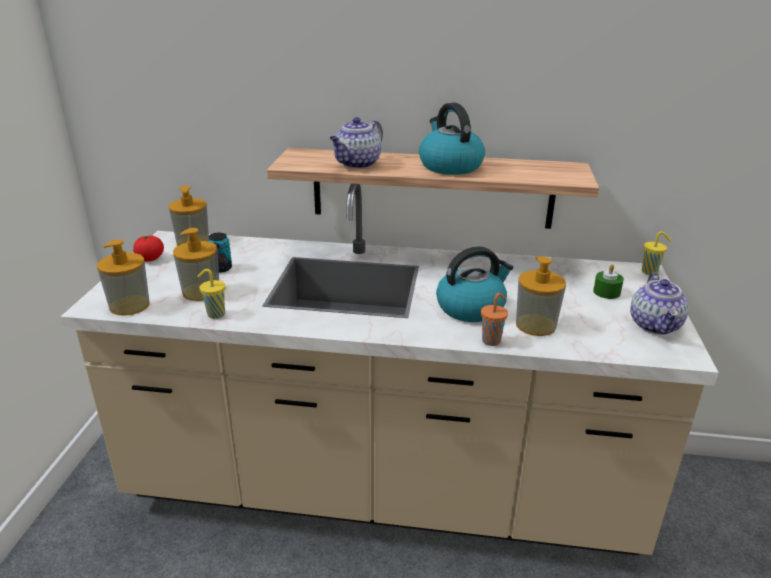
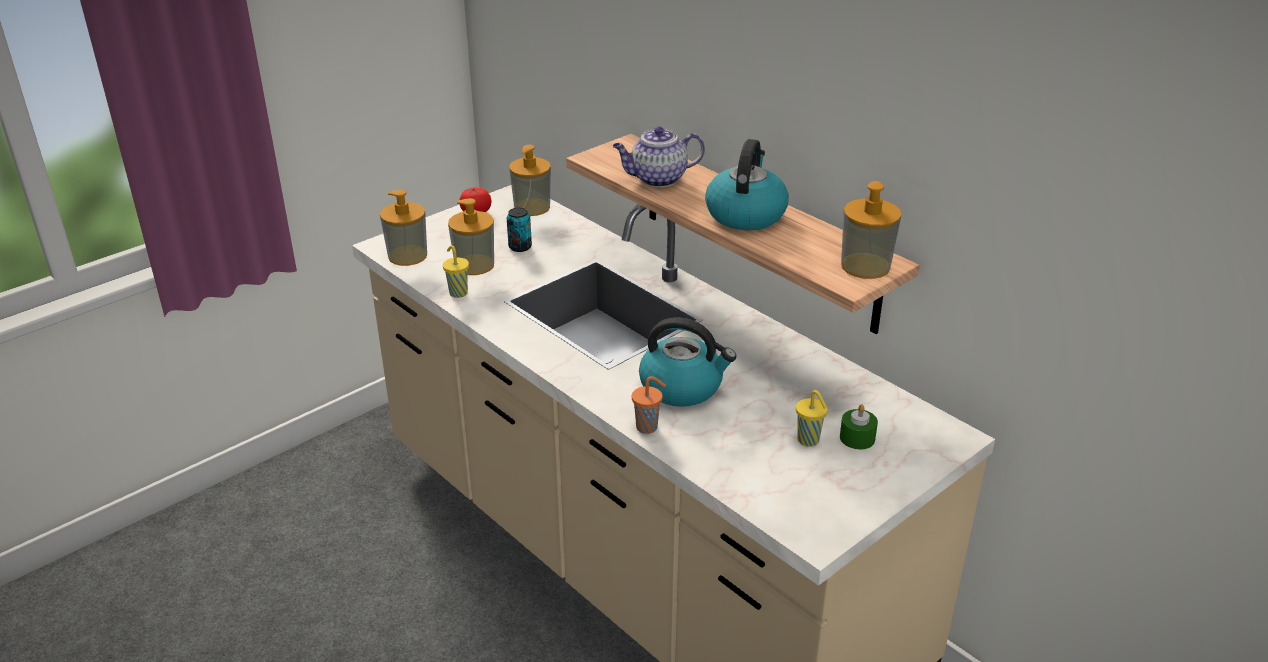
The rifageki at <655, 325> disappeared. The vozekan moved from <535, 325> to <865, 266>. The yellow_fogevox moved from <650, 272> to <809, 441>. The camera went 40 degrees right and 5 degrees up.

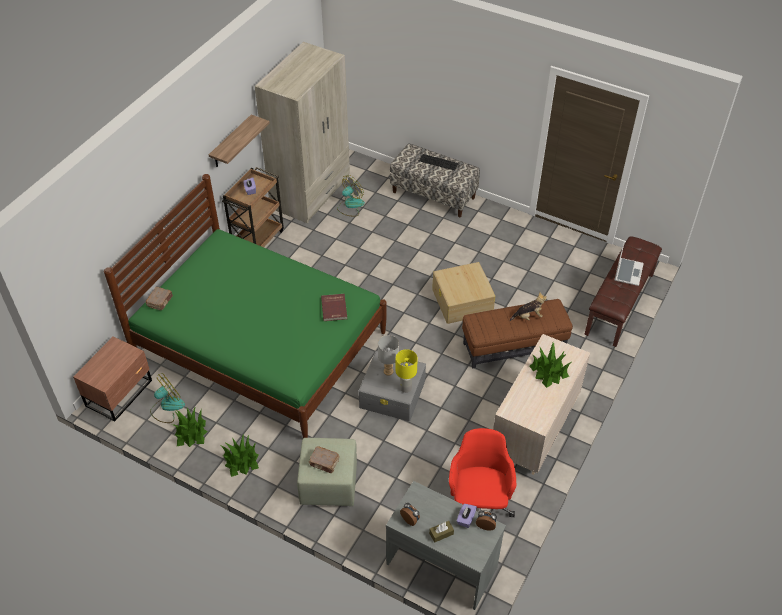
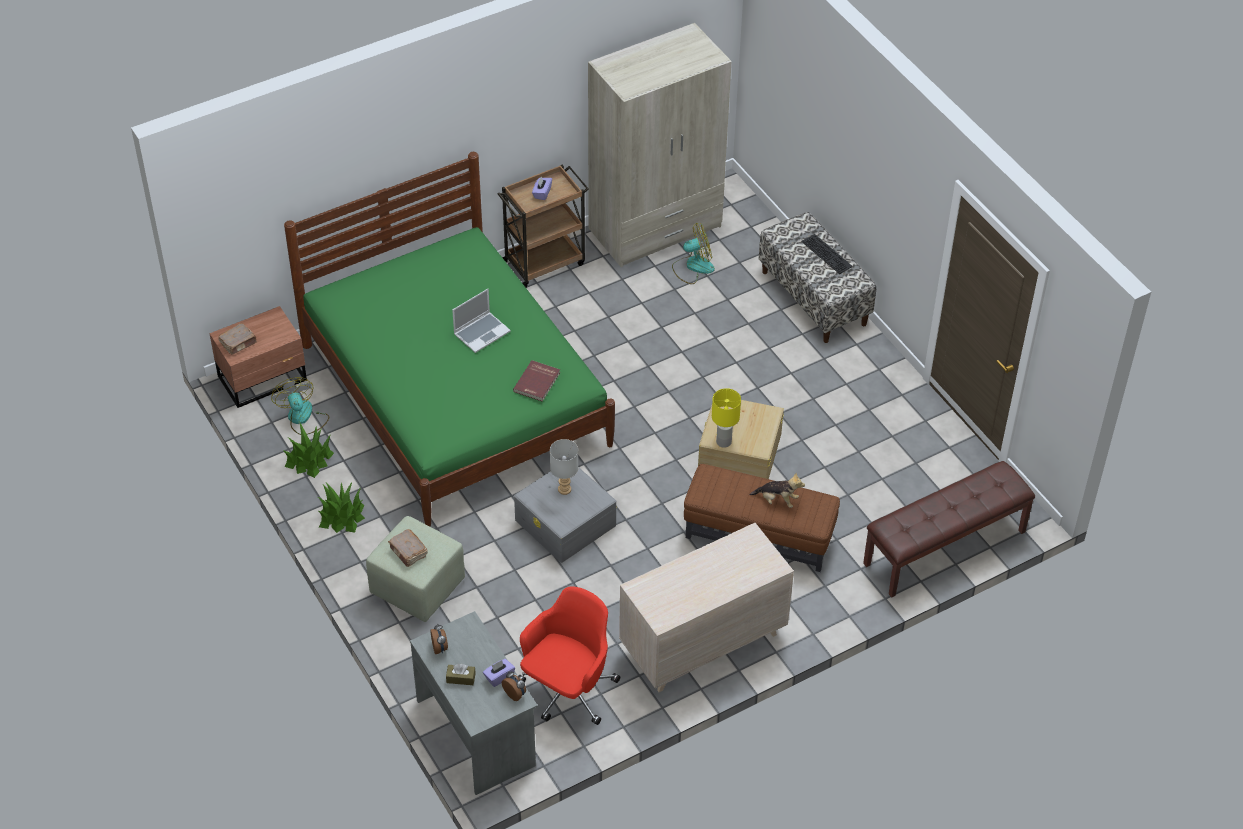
The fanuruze at <231, 142> disappeared. The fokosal at <548, 371> disappeared. The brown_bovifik moved from <160, 301> to <238, 343>. The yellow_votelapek moved from <405, 388> to <723, 442>. The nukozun moved from <628, 272> to <482, 332>. The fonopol at <167, 407> turned 105 degrees counterclockwise. The camera went 30 degrees right and 0 degrees up.

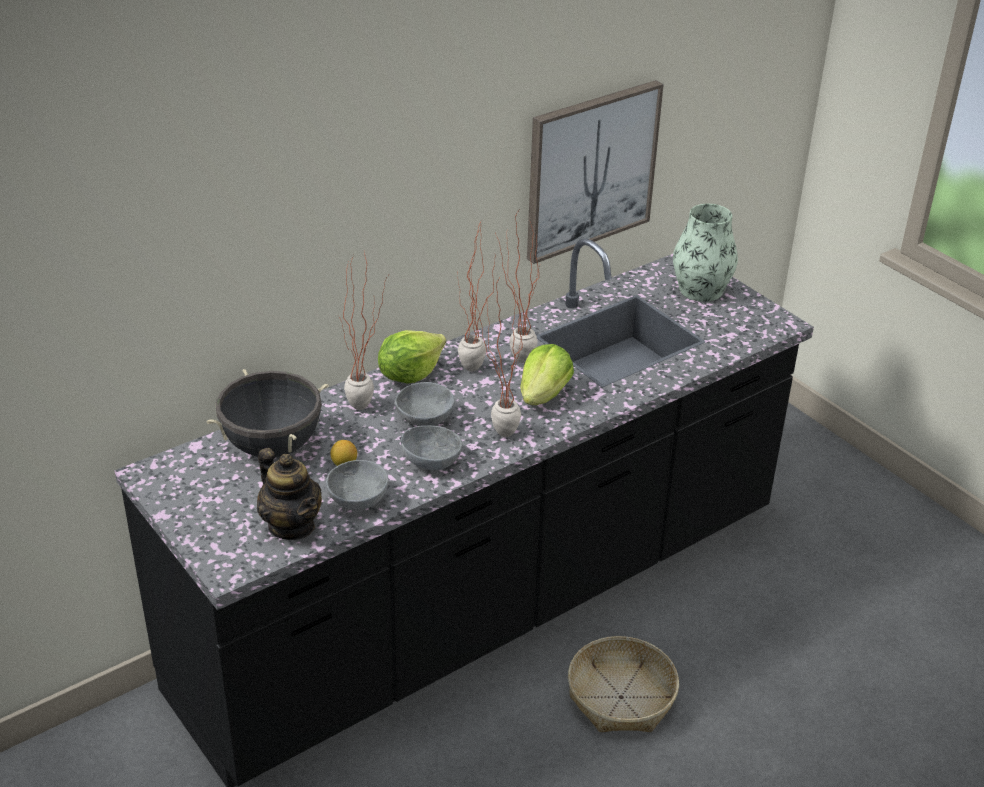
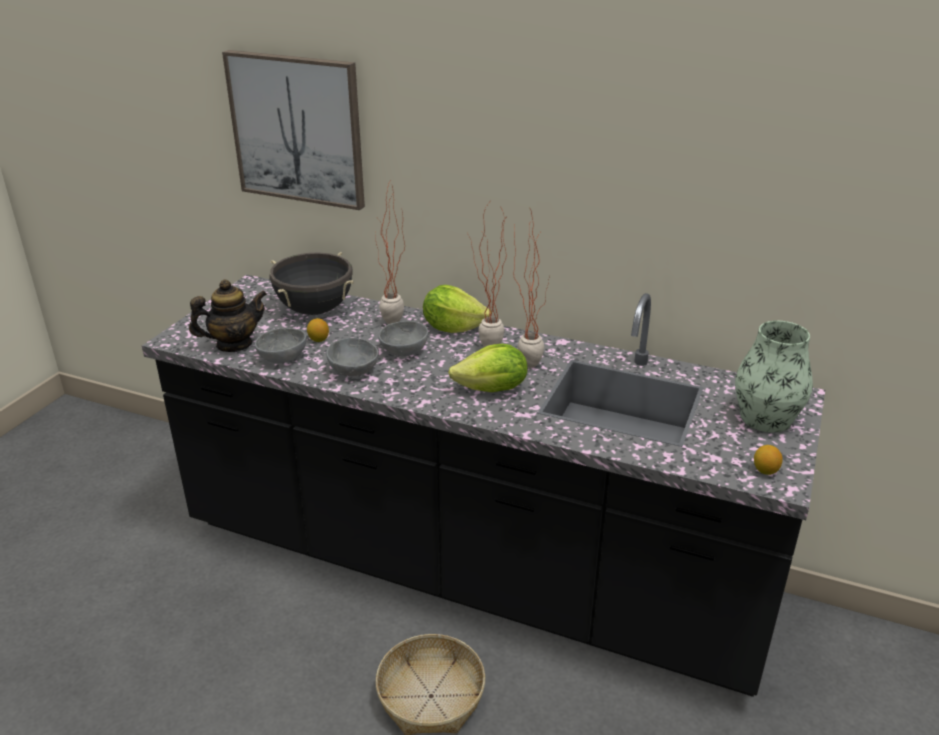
The fokosal at <496, 431> disappeared. The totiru at <765, 471> appeared. The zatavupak moved from <590, 170> to <297, 129>. The rifageki at <291, 525> turned 135 degrees counterclockwise. The camera went 60 degrees right and 5 degrees down.

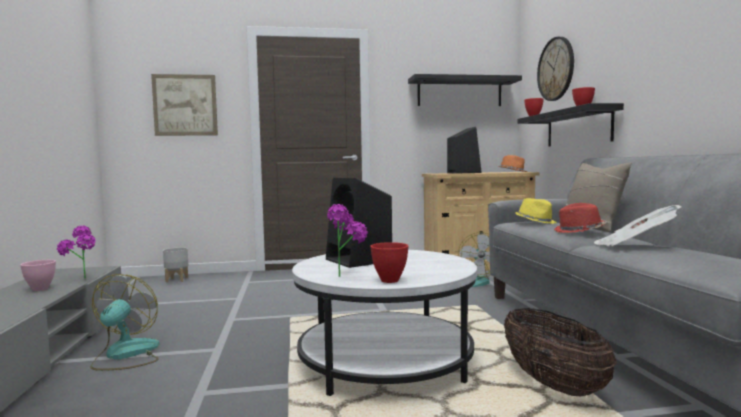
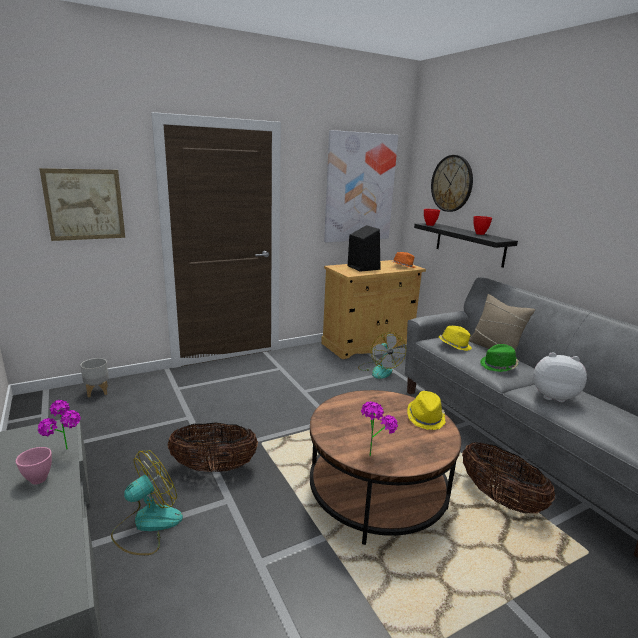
The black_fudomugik at <360, 260> disappeared. The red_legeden at <390, 280> disappeared. The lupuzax at <214, 467> appeared. The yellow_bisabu at <425, 418> appeared. The black_fanuruze at <459, 92> was replaced by the zatavupak at <359, 188>. The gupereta at <634, 246> was replaced by the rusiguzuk at <552, 396>. The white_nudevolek at <385, 362> became the brown_nudevolek at <377, 492>. The red_bisabu at <579, 231> became the green_bisabu at <499, 366>. The fonopol at <125, 355> turned 60 degrees clockwise. The camera went 20 degrees left and 15 degrees up.

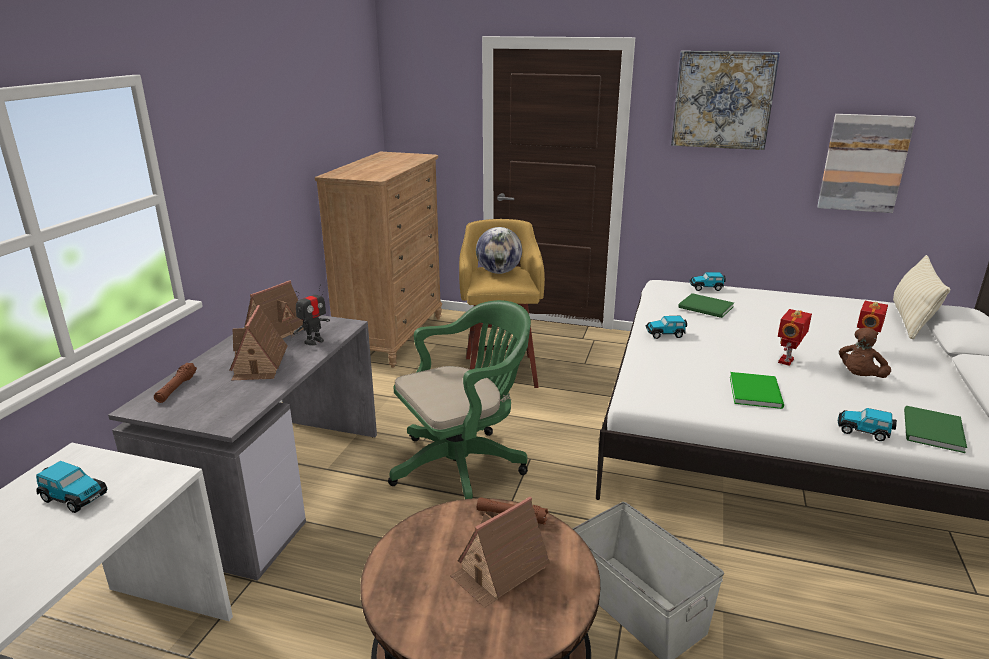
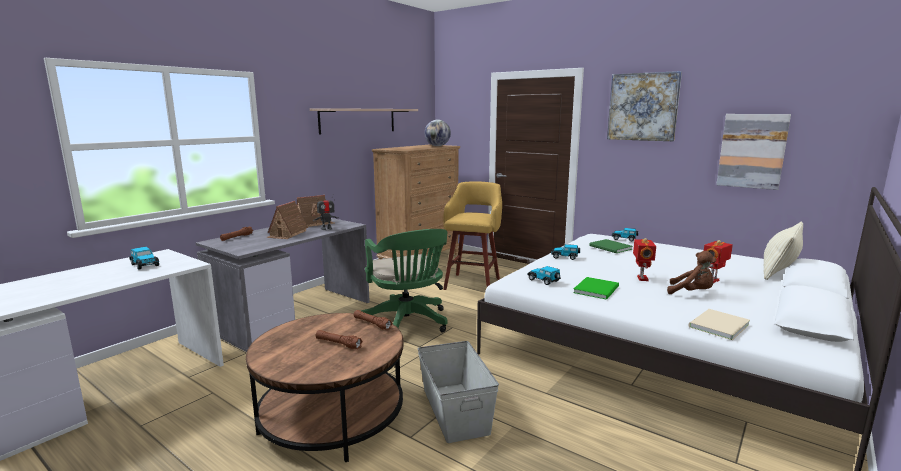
The fanuruze at <358, 120> appeared. The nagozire moved from <499, 272> to <437, 146>. The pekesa moved from <864, 431> to <544, 281>. The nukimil at <499, 571> was replaced by the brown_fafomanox at <338, 344>. The green_bovifik at <931, 431> became the beige_bovifik at <716, 325>. The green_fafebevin at <464, 465> turned 75 degrees clockwise. The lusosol at <787, 361> turned 135 degrees clockwise. The brown_rusiguzuk at <859, 377> turned 120 degrees counterclockwise. The camera went 20 degrees right and 10 degrees down.

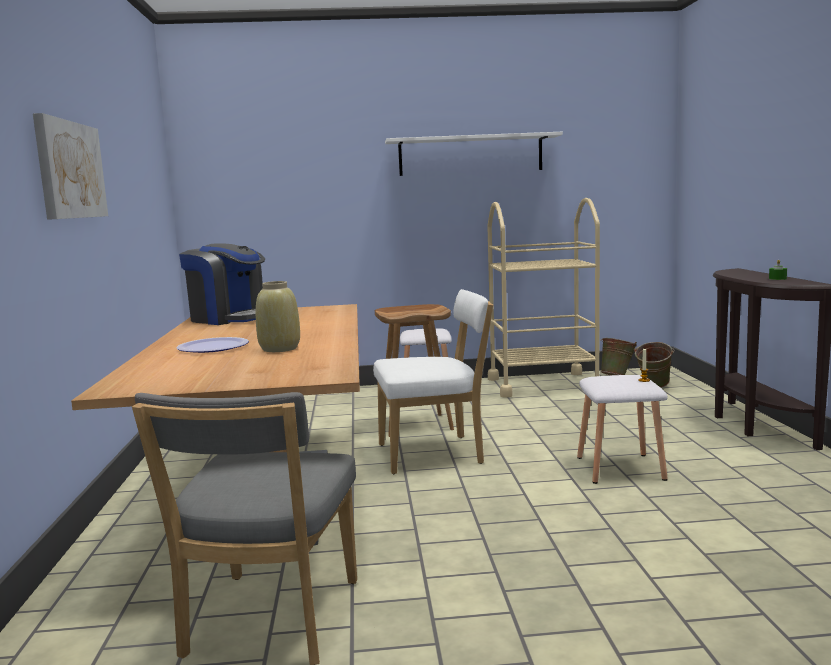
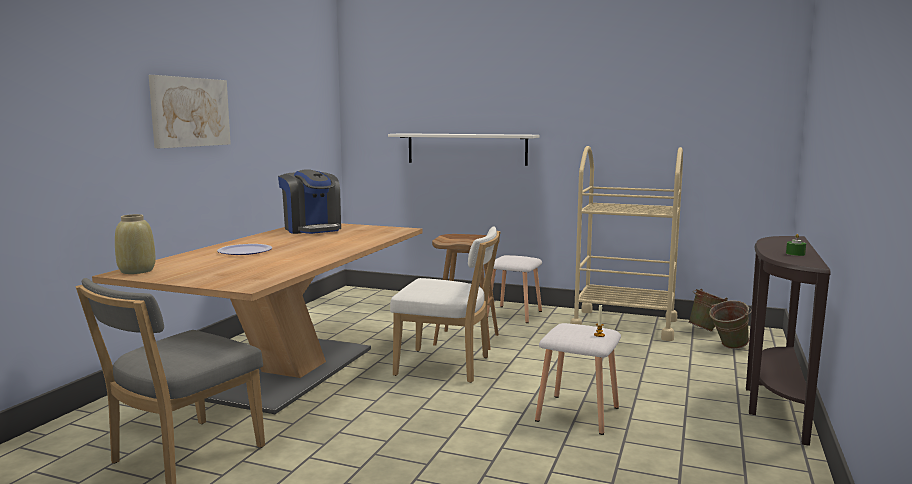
The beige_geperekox moved from <280, 349> to <136, 271>. The white_fanuruze moved from <470, 155> to <466, 149>. The camera went 25 degrees right and 0 degrees up.

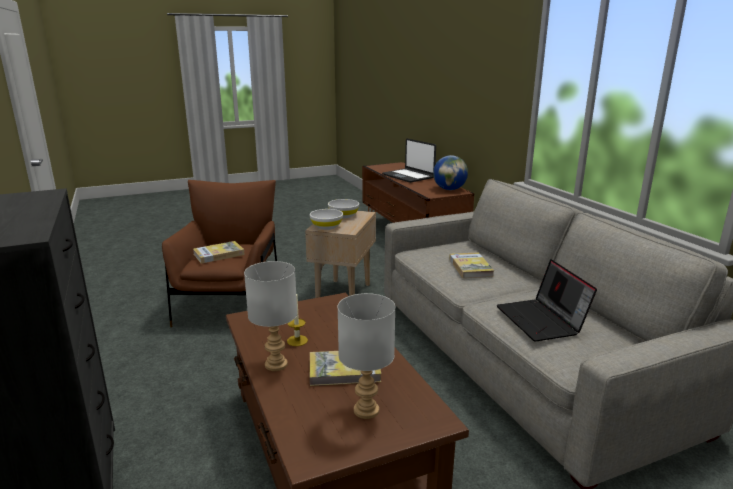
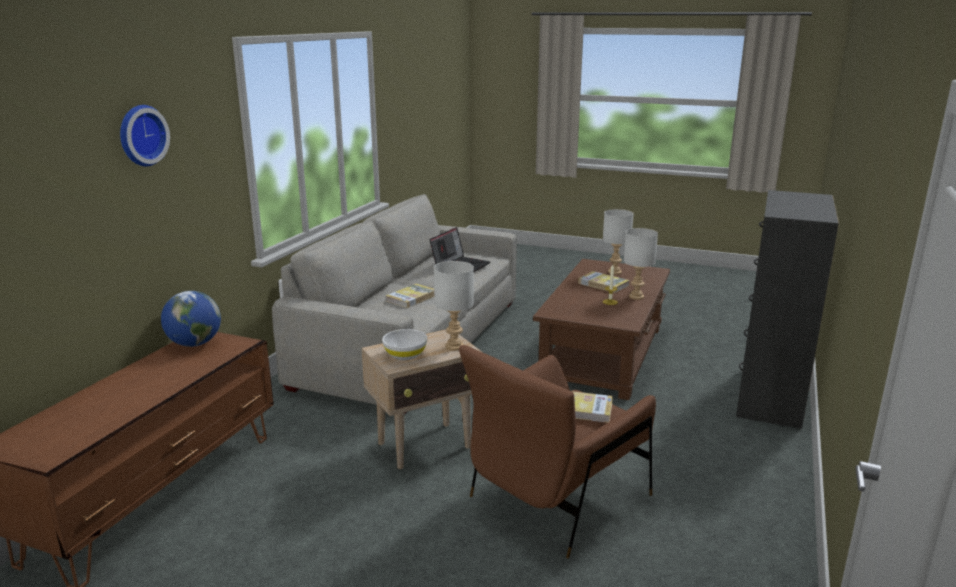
The nukozun at <408, 176> disappeared. The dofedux at <140, 135> appeared. The white_legeden at <326, 227> was replaced by the grey_votelapek at <455, 346>. The camera went 135 degrees left and 0 degrees up.

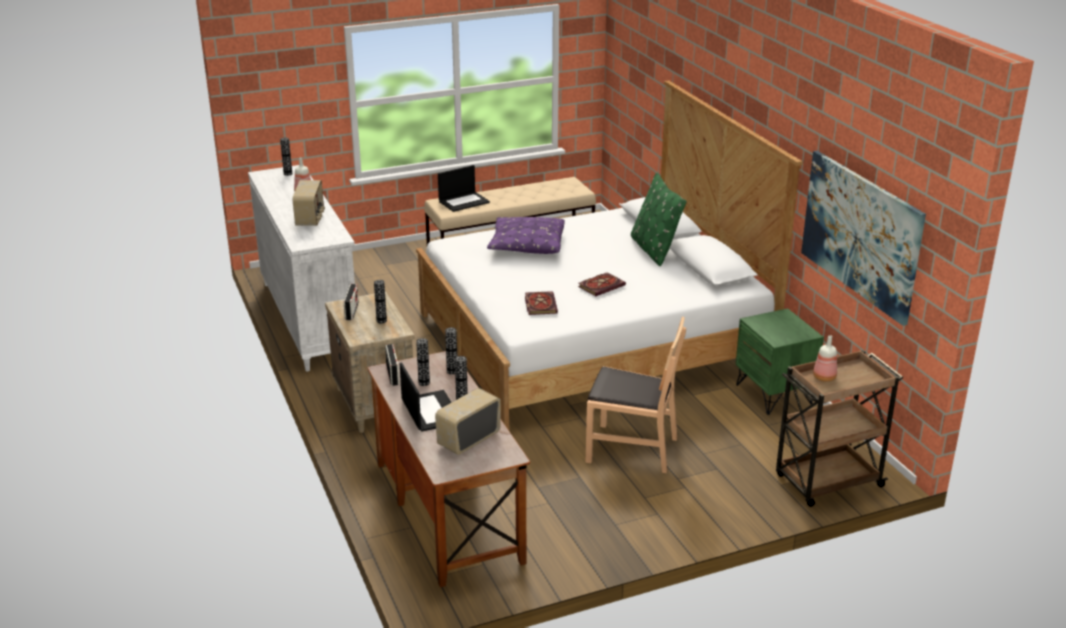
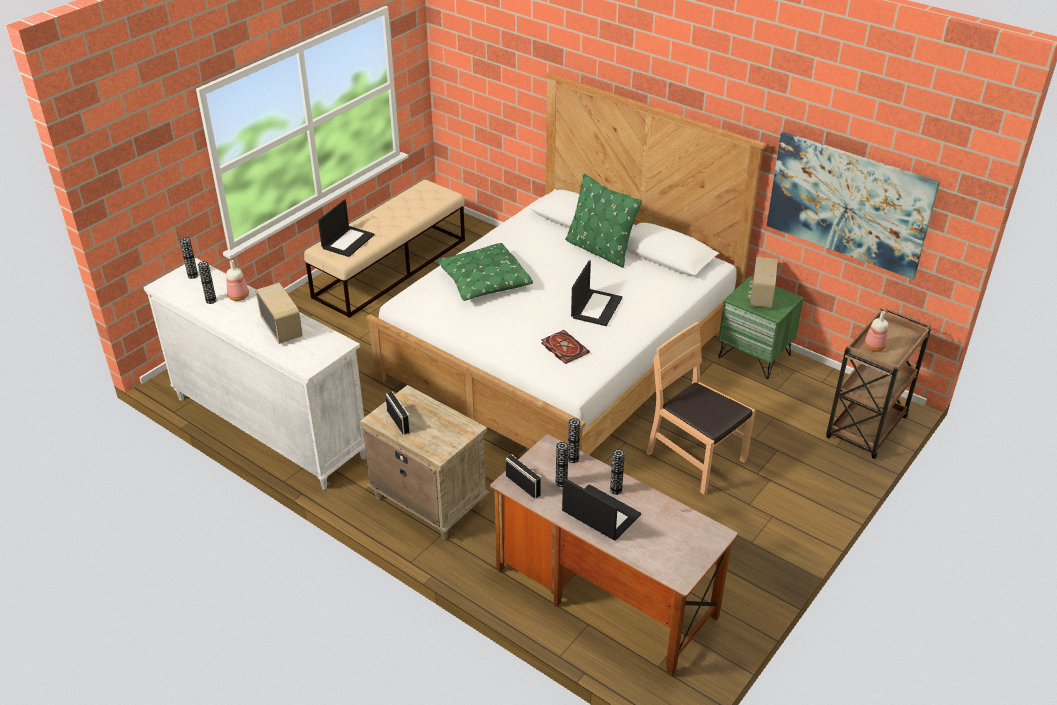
The geperekox moved from <381, 321> to <211, 300>. The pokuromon moved from <468, 440> to <760, 296>. The bovifik at <601, 285> was replaced by the nukozun at <596, 307>. The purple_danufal at <526, 245> became the green_danufal at <483, 281>. The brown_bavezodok at <631, 449> turned 120 degrees counterclockwise. The camera went 30 degrees left and 10 degrees up.

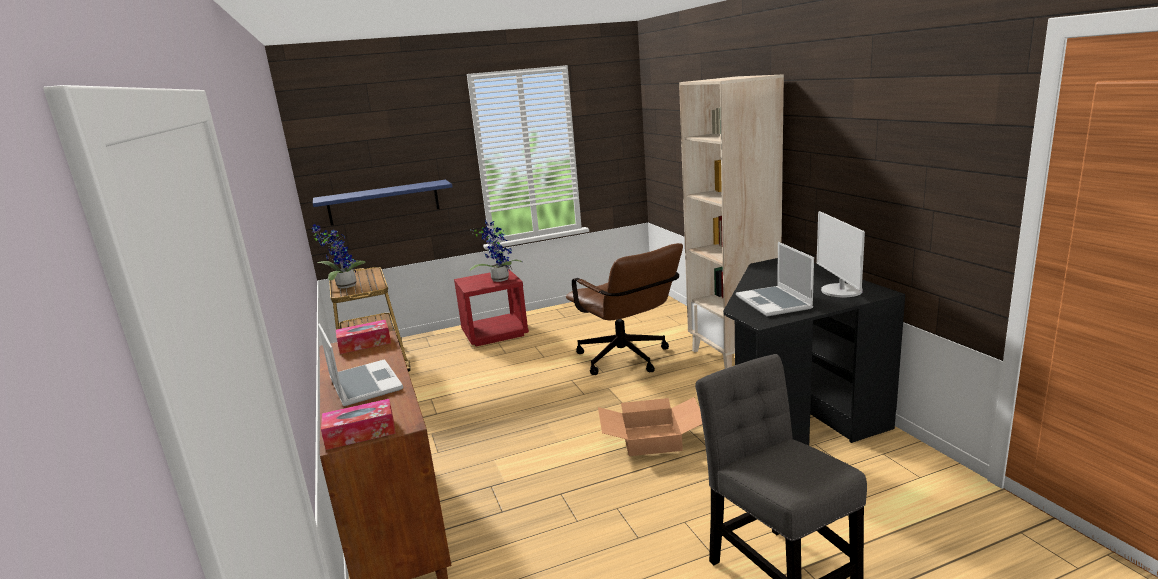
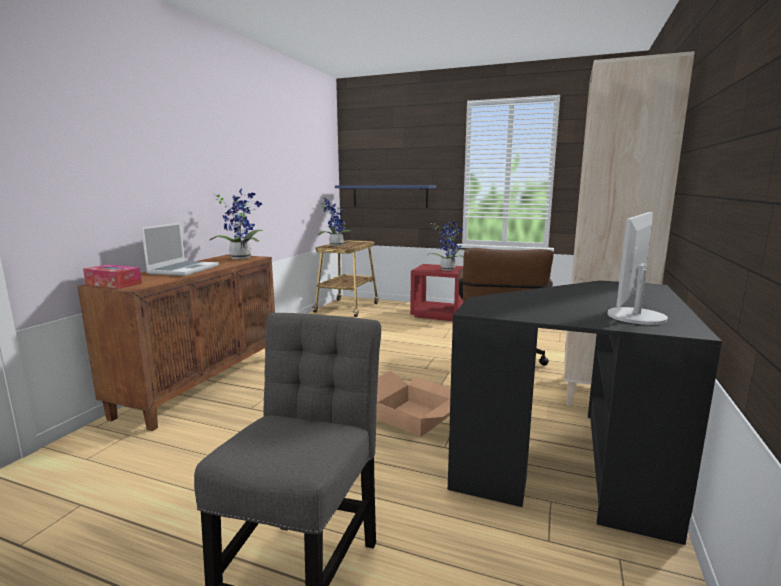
The nukozun at <775, 303> disappeared. The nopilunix at <364, 344> was replaced by the fokosal at <242, 258>. The camera went 40 degrees right and 5 degrees down.

